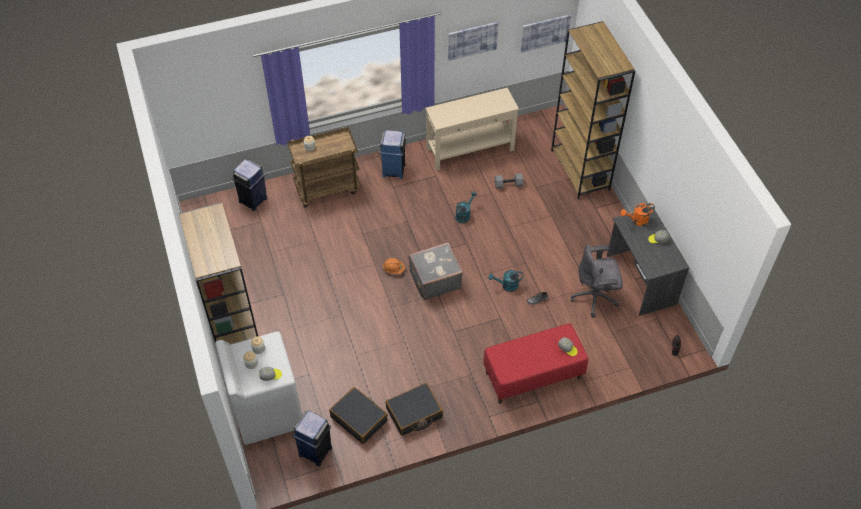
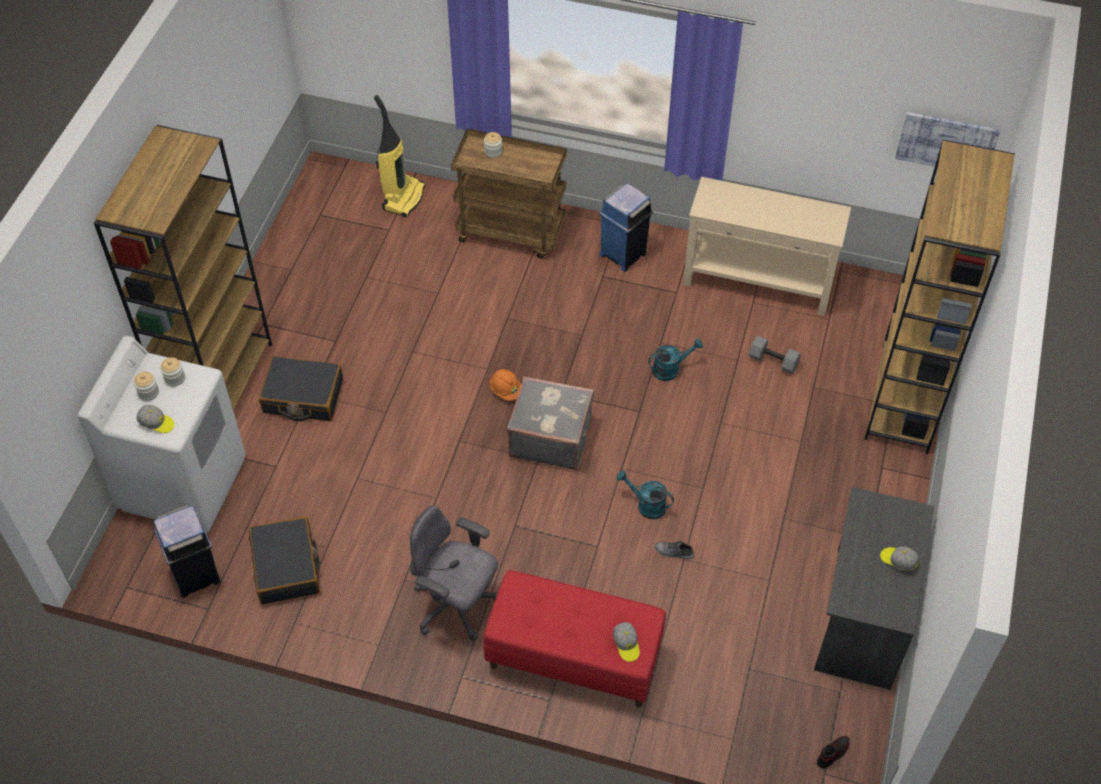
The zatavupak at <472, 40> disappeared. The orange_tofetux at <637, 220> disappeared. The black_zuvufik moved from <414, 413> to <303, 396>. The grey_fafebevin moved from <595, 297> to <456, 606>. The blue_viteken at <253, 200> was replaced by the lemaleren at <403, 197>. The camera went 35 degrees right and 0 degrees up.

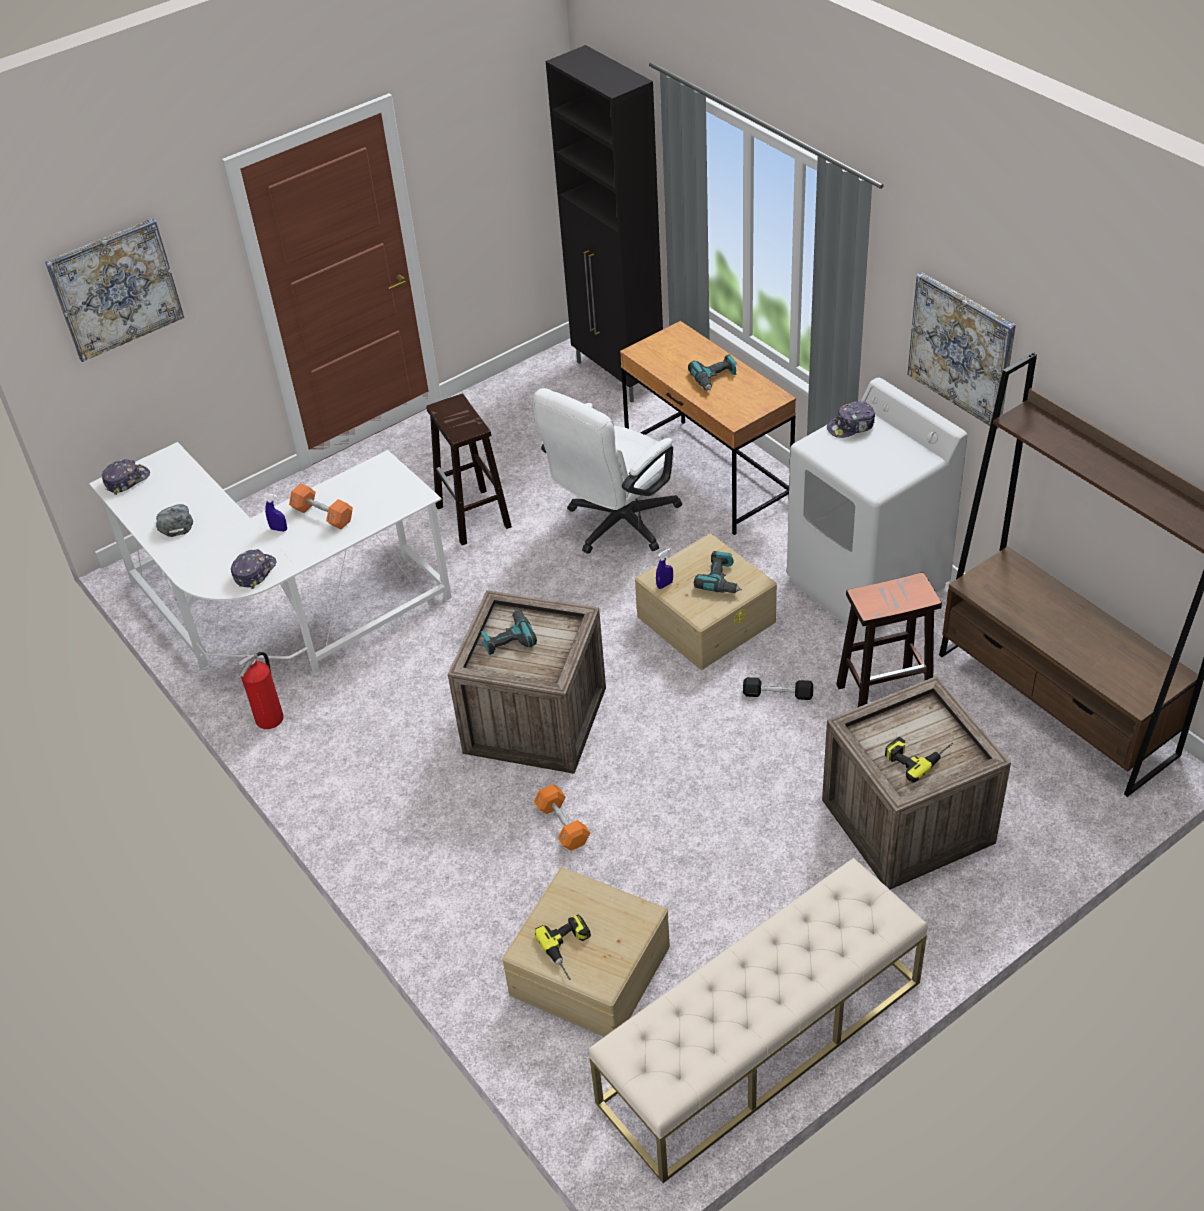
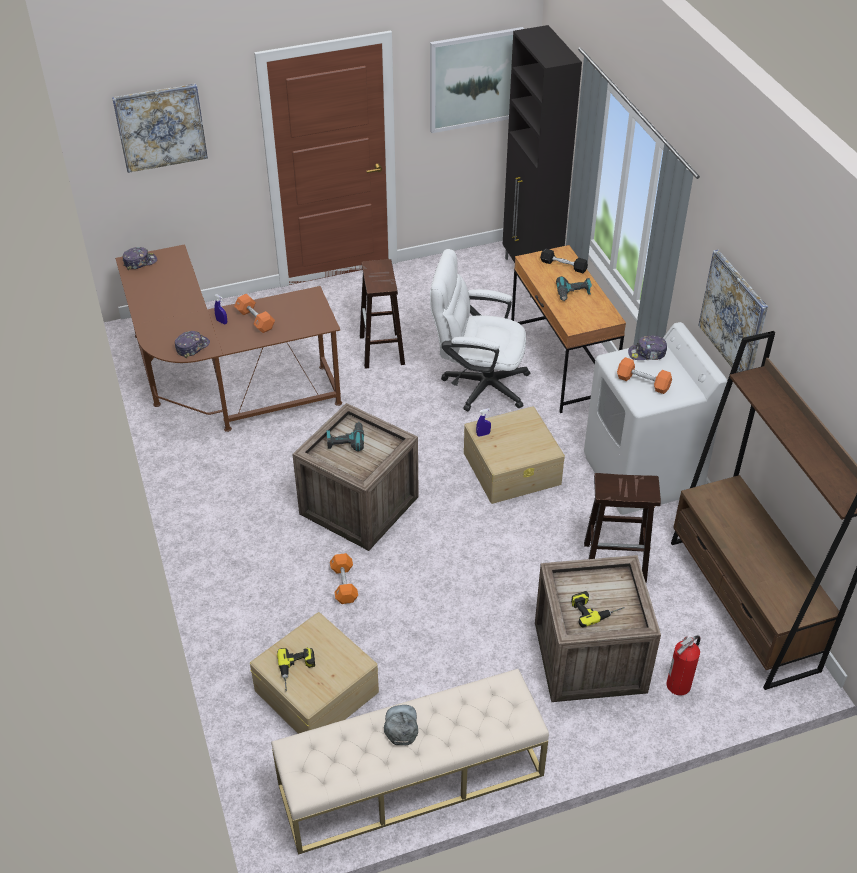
The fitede at <721, 580> disappeared. The zatavupak at <475, 80> appeared. The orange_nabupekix at <643, 382> appeared. The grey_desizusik moved from <174, 522> to <401, 726>. The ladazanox moved from <270, 719> to <679, 685>. The black_nabupekix moved from <777, 694> to <563, 265>. The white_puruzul at <280, 617> became the brown_puruzul at <221, 385>. The white_fafebevin at <615, 526> turned 45 degrees clockwise. The camera went 15 degrees right and 0 degrees up.

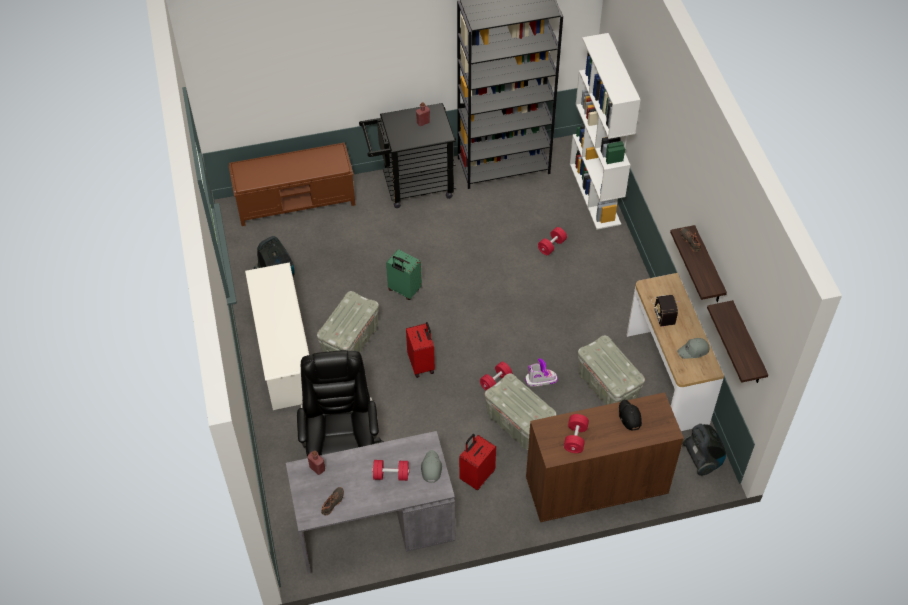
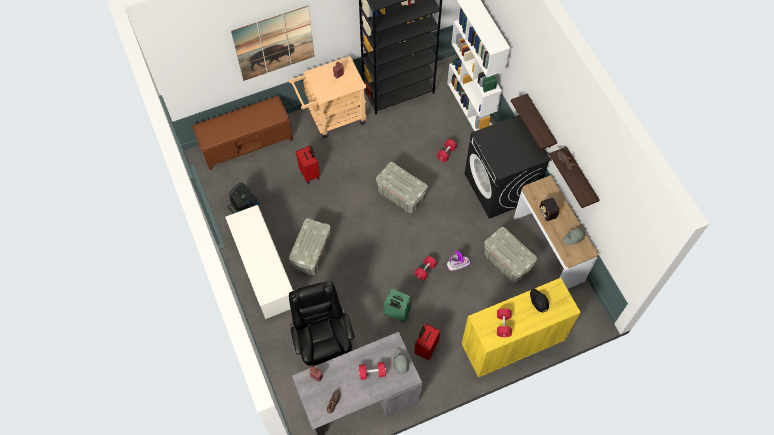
The lemaleren at <702, 459> disappeared. The zatavupak at <274, 43> appeared. The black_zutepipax at <500, 187> appeared. The green_zuvufik moved from <404, 290> to <396, 313>. The red_zuvufik moved from <422, 364> to <310, 173>. The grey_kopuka moved from <519, 424> to <401, 195>. The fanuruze moved from <747, 345> to <540, 123>. The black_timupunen at <411, 186> became the beige_timupunen at <332, 118>. The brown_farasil at <596, 486> became the yellow_farasil at <513, 342>. The camera went 10 degrees left and 10 degrees up.

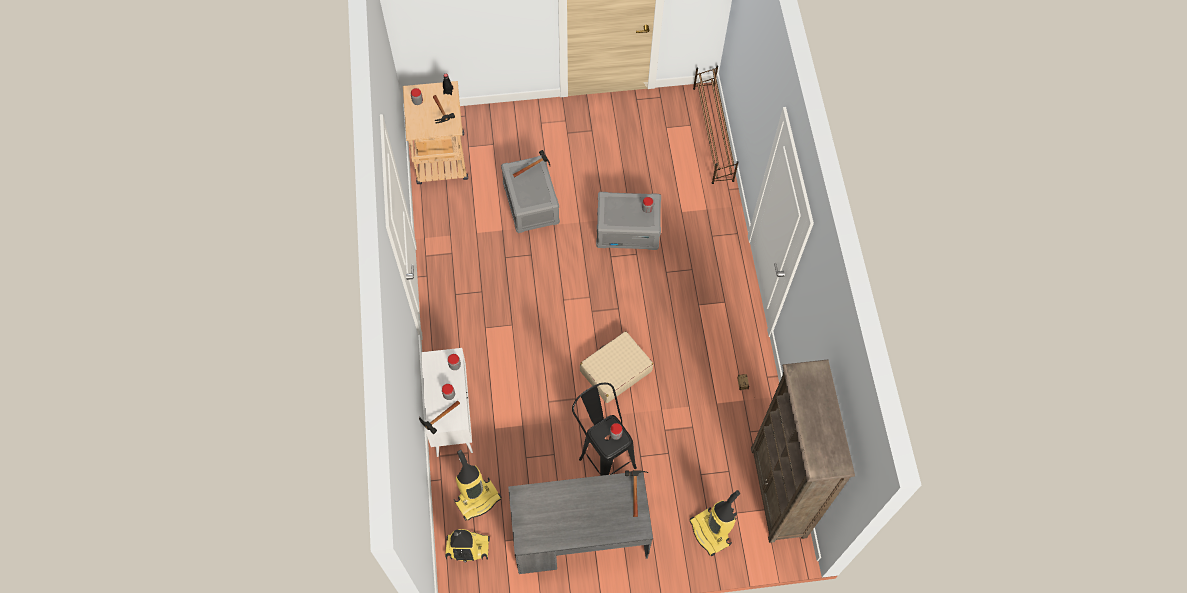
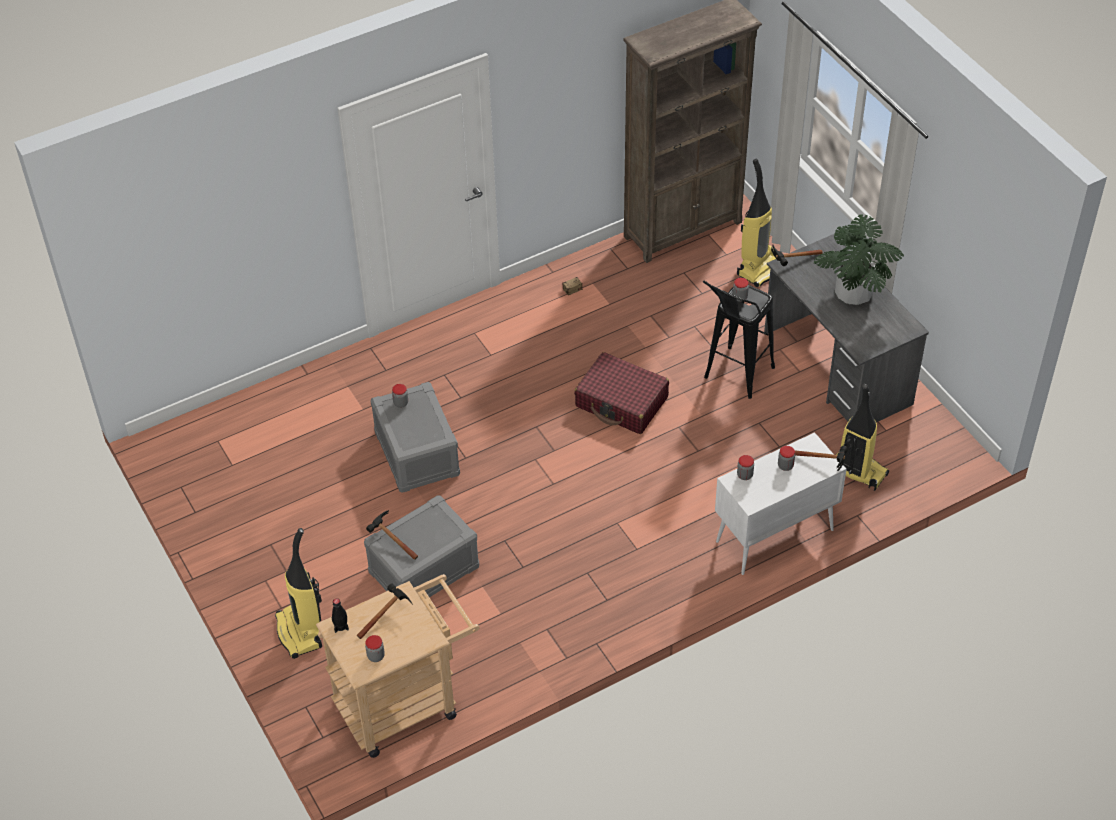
The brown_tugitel at <712, 134> disappeared. The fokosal at <853, 294> appeared. The lemaleren moved from <467, 549> to <300, 632>. The beige_zuvufik at <615, 371> became the red_zuvufik at <622, 402>. The camera went 110 degrees left and 15 degrees down.

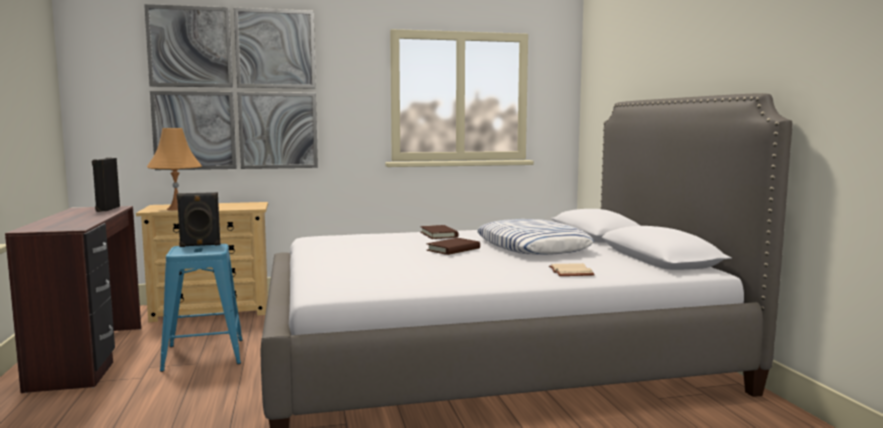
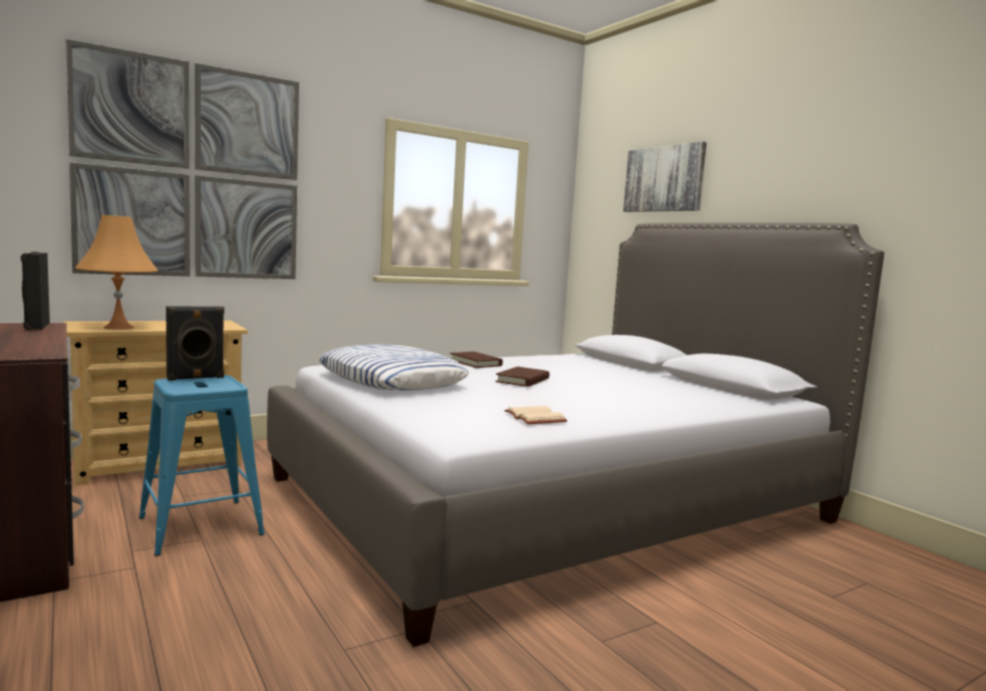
The zatavupak at <664, 179> appeared. The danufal moved from <533, 246> to <392, 380>. The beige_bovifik moved from <569, 272> to <533, 418>. The camera went 20 degrees left and 0 degrees up.

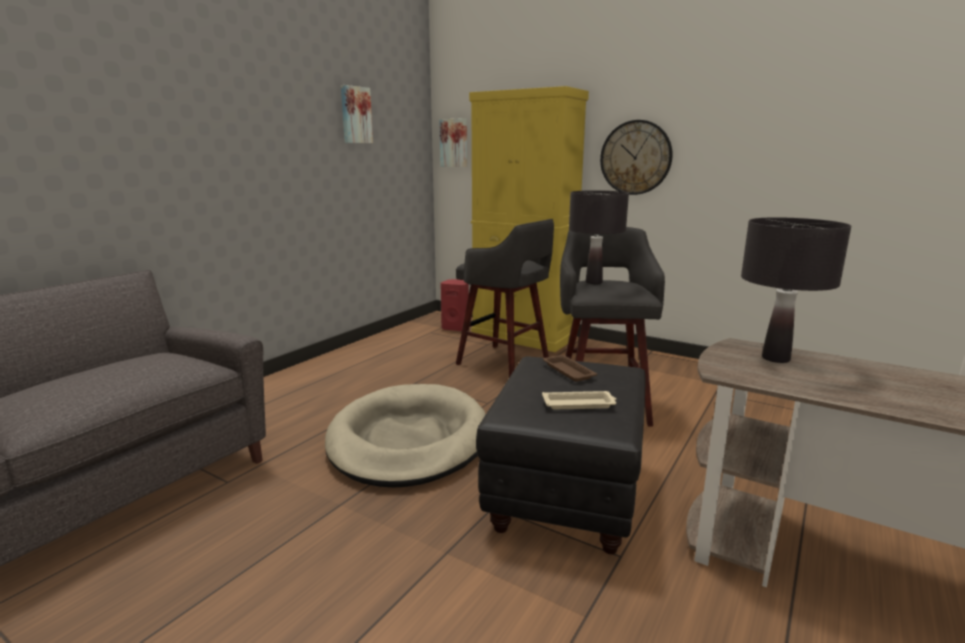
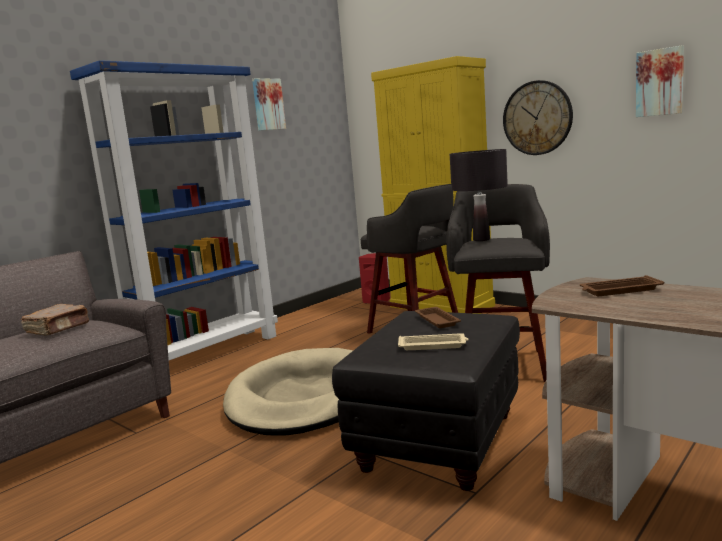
The brown_bovifik at <58, 329> appeared. The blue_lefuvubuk at <208, 352> appeared. The zatavupak moved from <454, 143> to <660, 82>. The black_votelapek at <776, 358> was replaced by the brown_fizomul at <619, 290>. The camera went 10 degrees right and 5 degrees down.

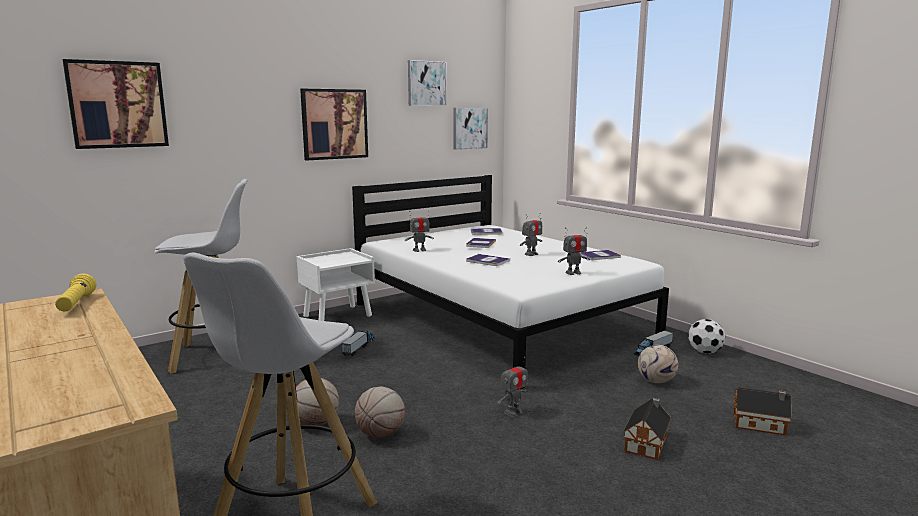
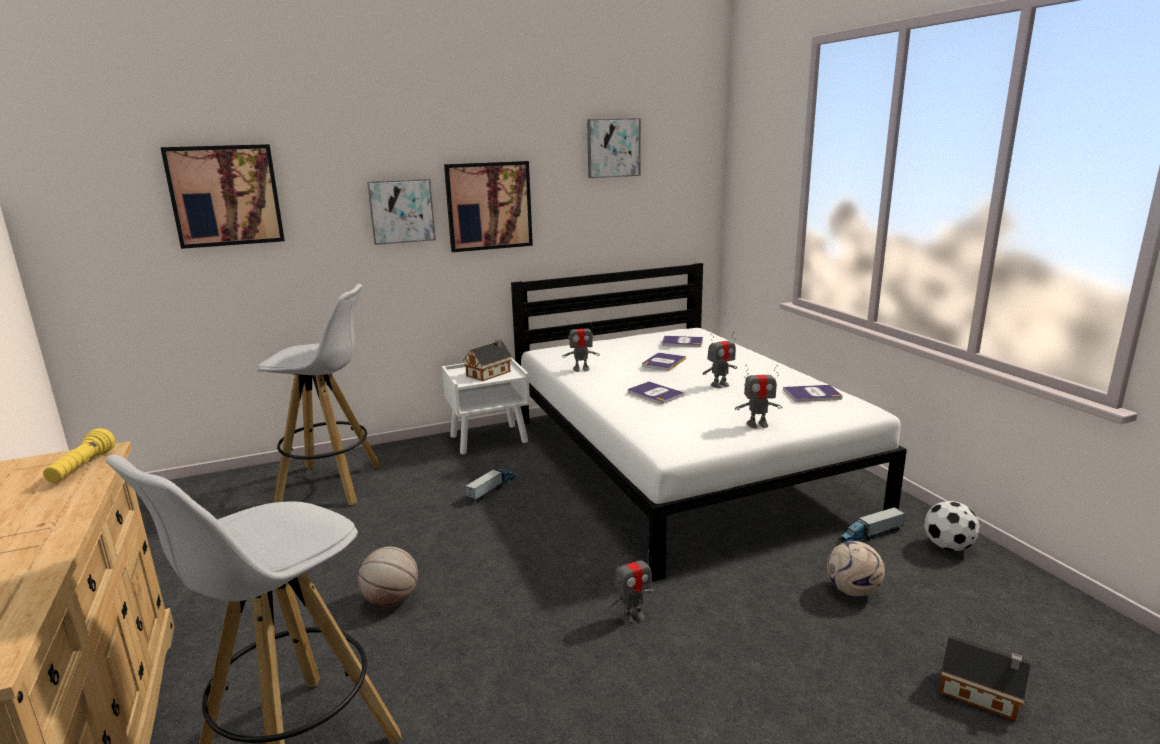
The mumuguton at <380, 434> disappeared. The zatavupak moved from <469, 128> to <401, 211>. The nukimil moved from <647, 443> to <490, 373>. The camera went 15 degrees right and 5 degrees up.

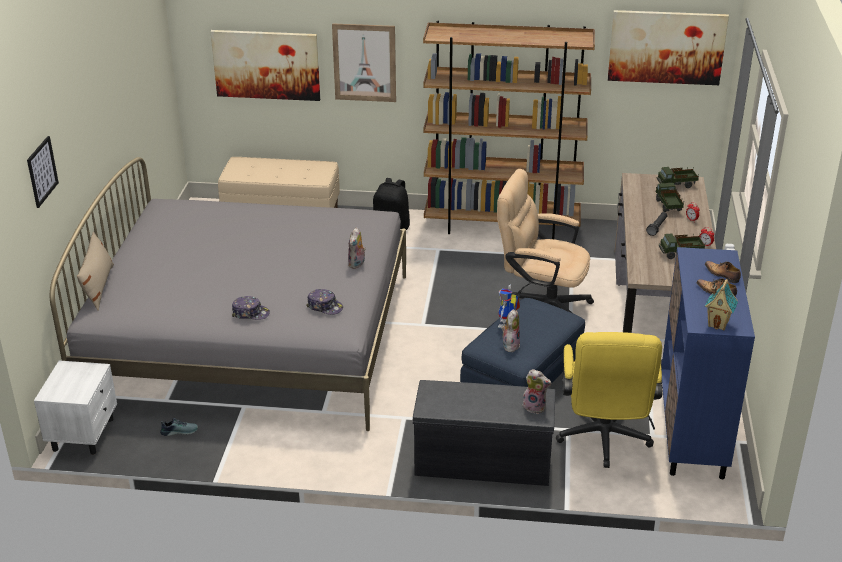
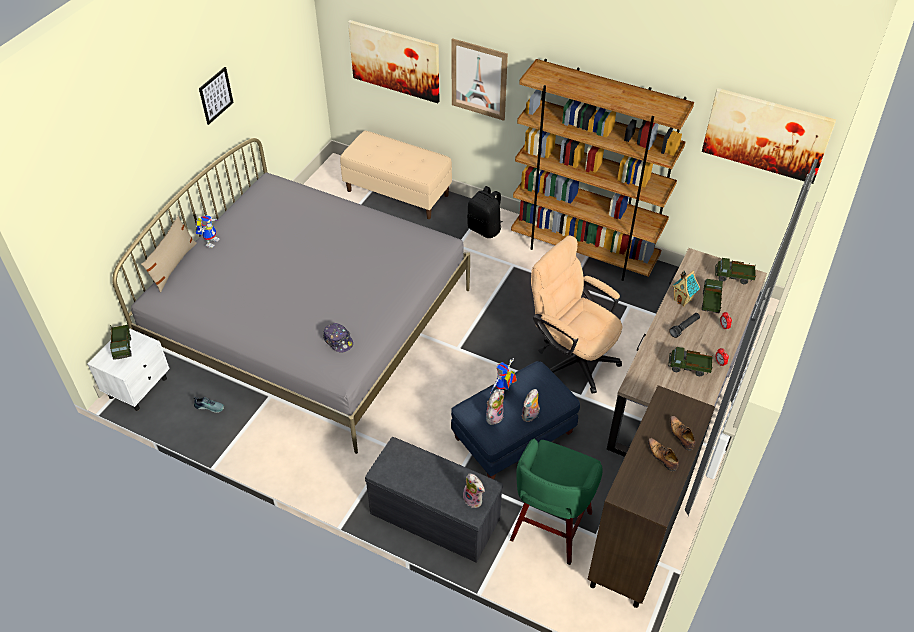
The desizusik at <250, 313> disappeared. The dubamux at <123, 347> appeared. The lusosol at <211, 241> appeared. The zatavupak moved from <42, 171> to <215, 95>. The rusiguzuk moved from <357, 264> to <530, 416>. The nukimil moved from <718, 324> to <683, 300>. The yellow_fafebevin at <603, 441> was replaced by the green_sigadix at <549, 528>. The blue_farasil at <691, 430> became the brown_farasil at <636, 542>. The camera went 20 degrees right and 15 degrees up.

